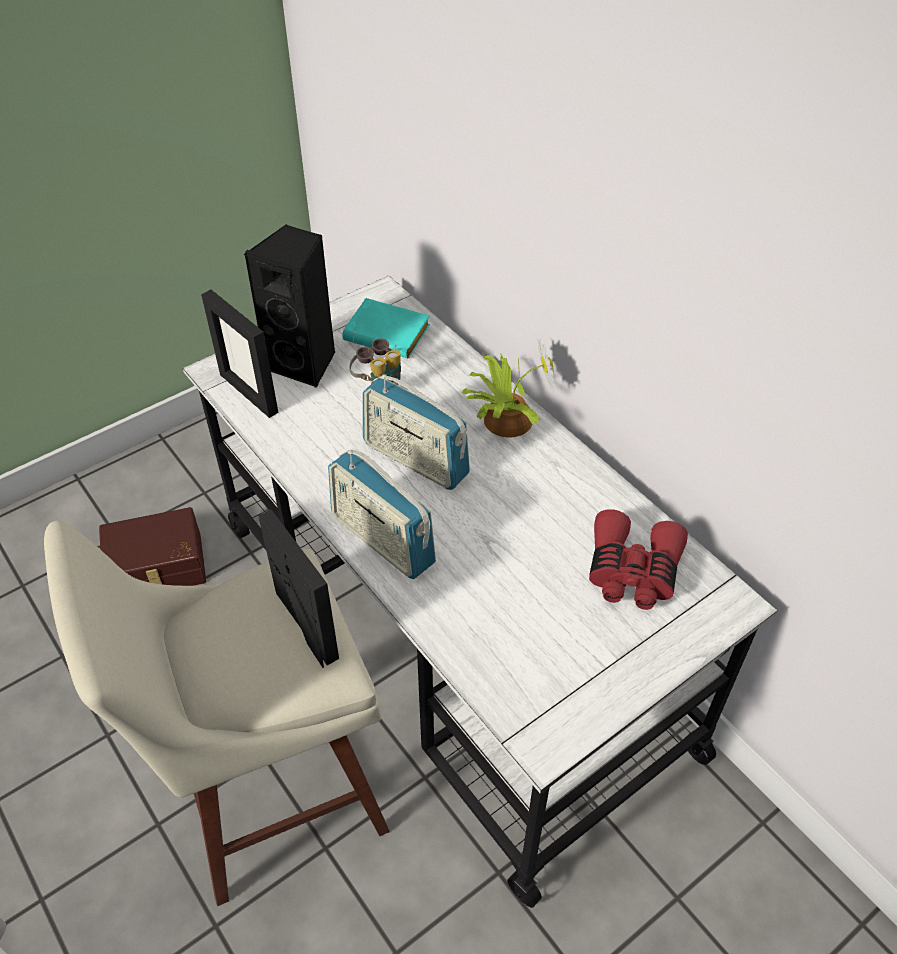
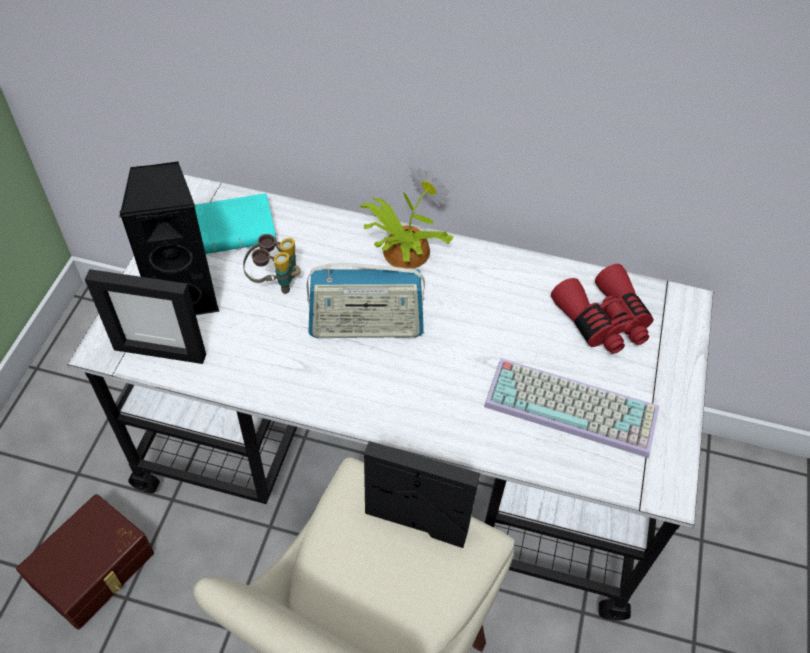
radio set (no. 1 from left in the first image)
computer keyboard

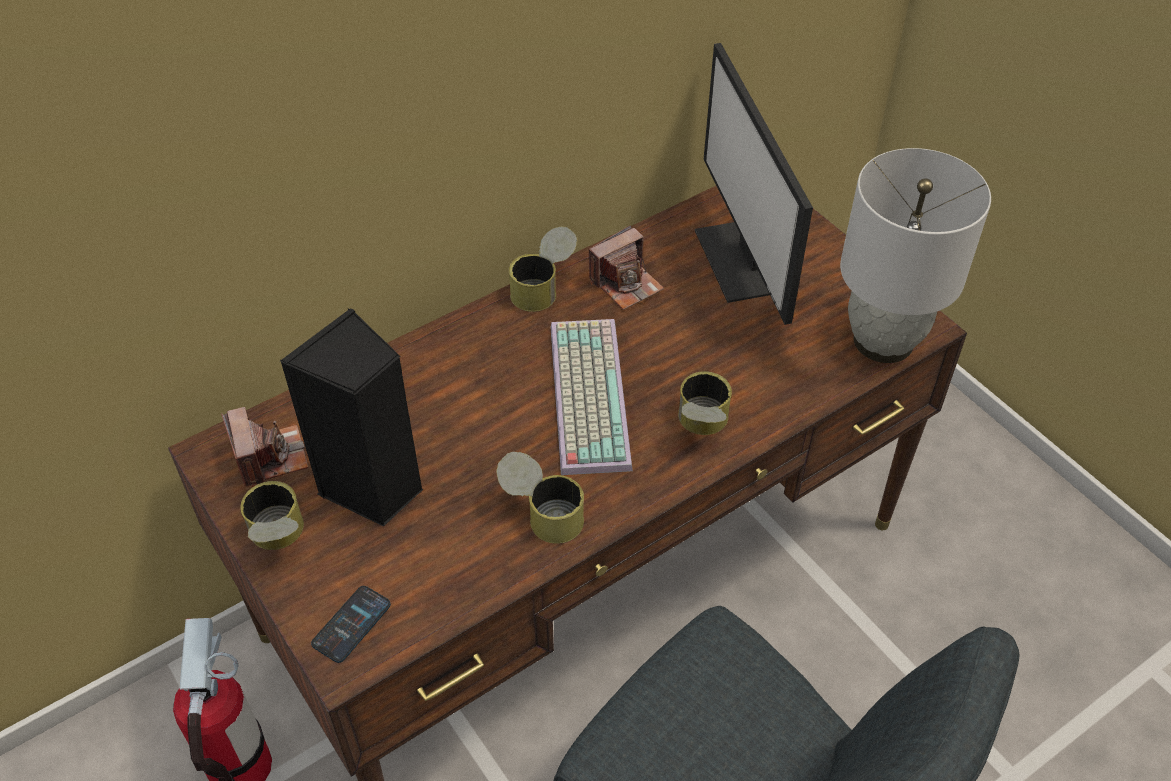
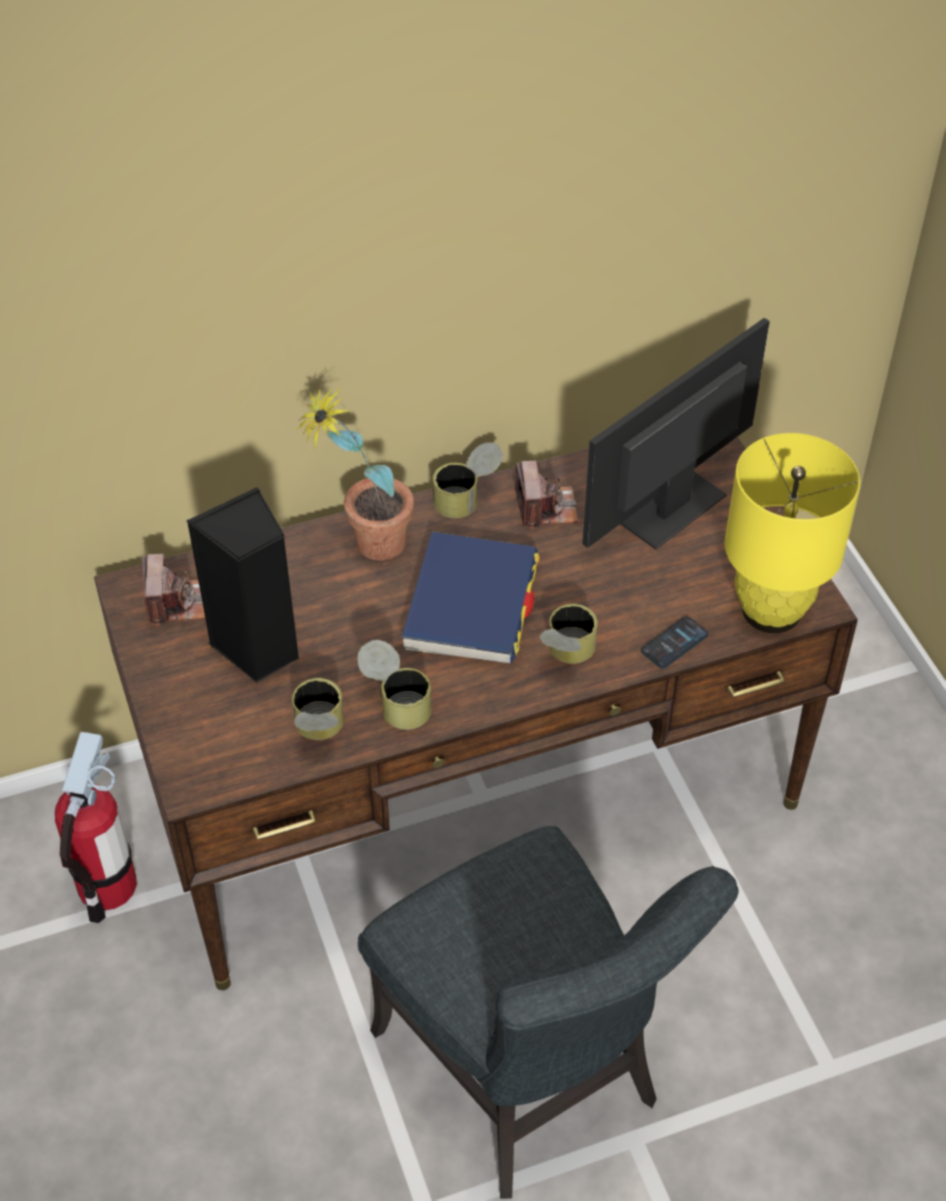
houseplant
sealed can (no. 1 from left)
phone
blue-coloured volume
yellow table lamp
still camera (no. 2 from left)
computer display

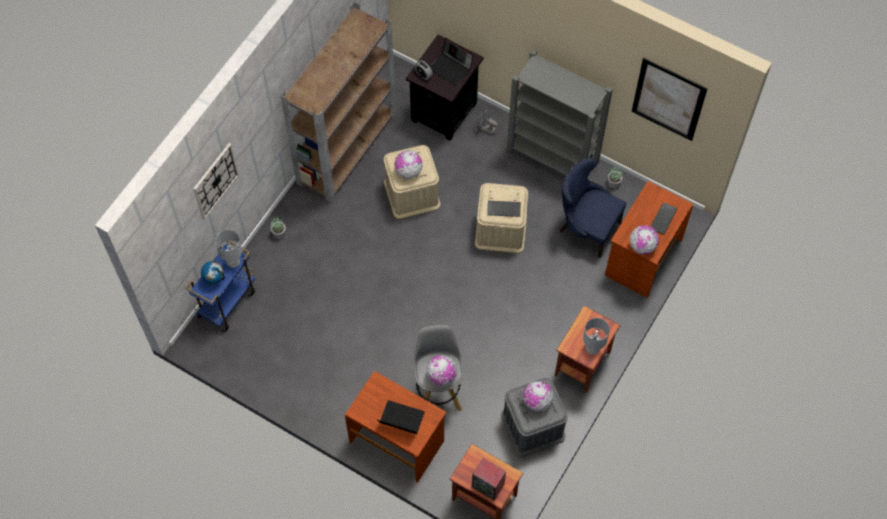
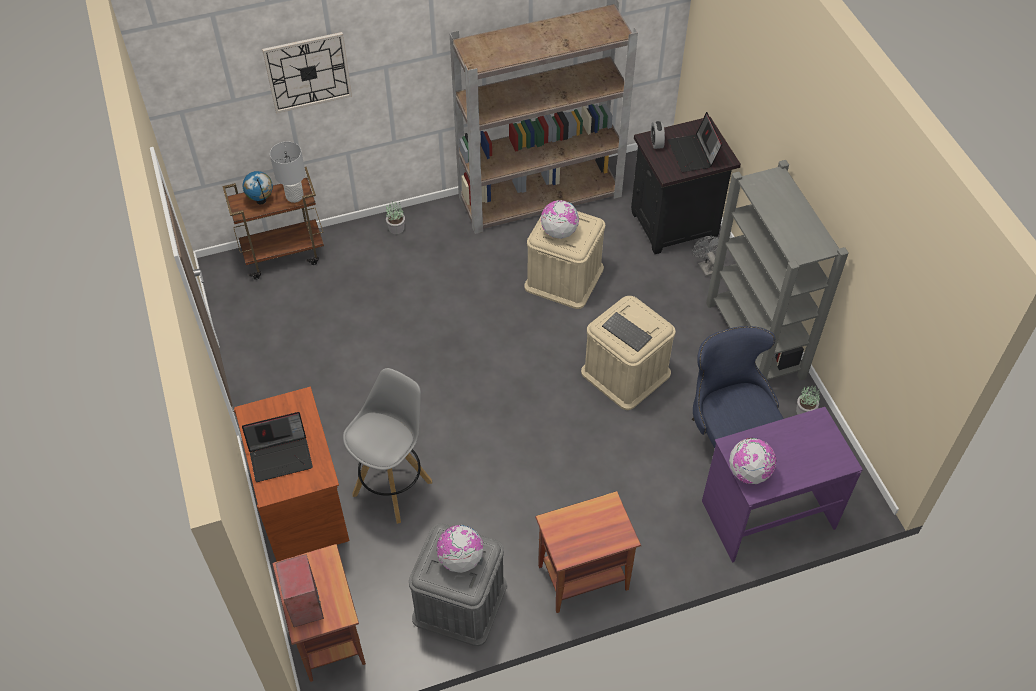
world globe (no. 3 from left in the first image)
gray table lamp (no. 2 from left in the first image)
wall art
computer keyboard (no. 2 from left in the first image)
brown-coloured trolley
purple-coloured desk table
portable computer (no. 1 from left)

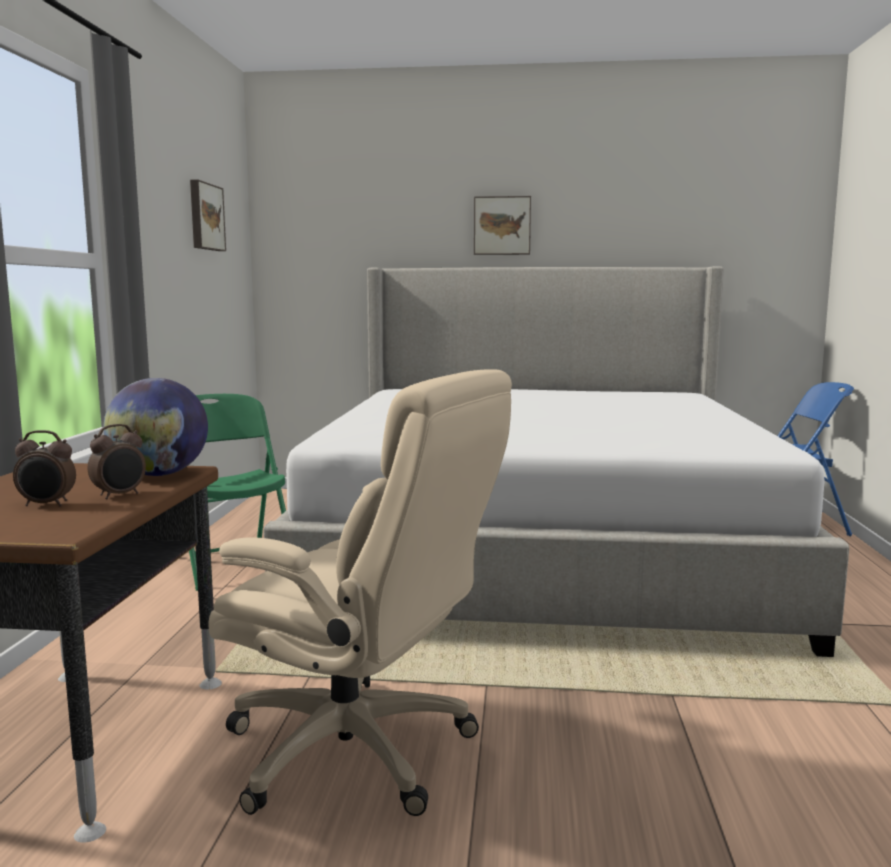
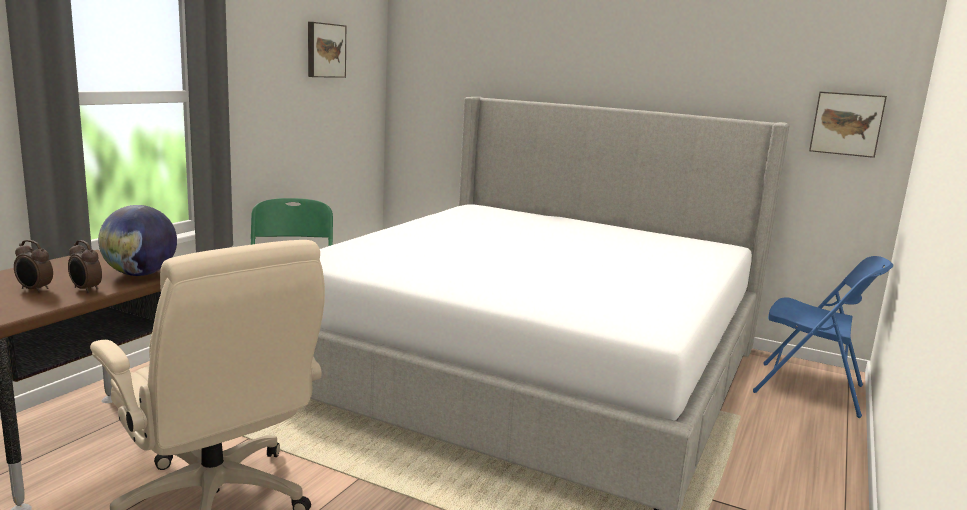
wall art (no. 2 from left)
alarm clock (no. 2 from left)

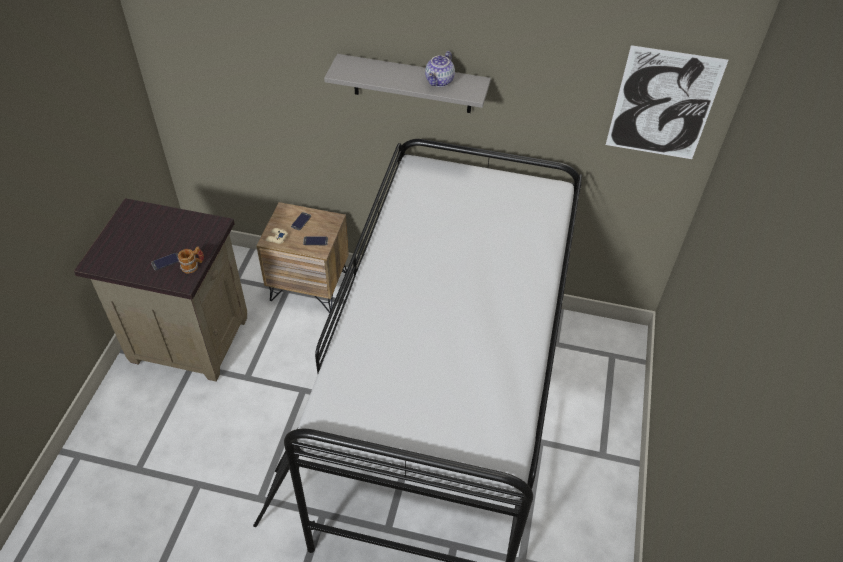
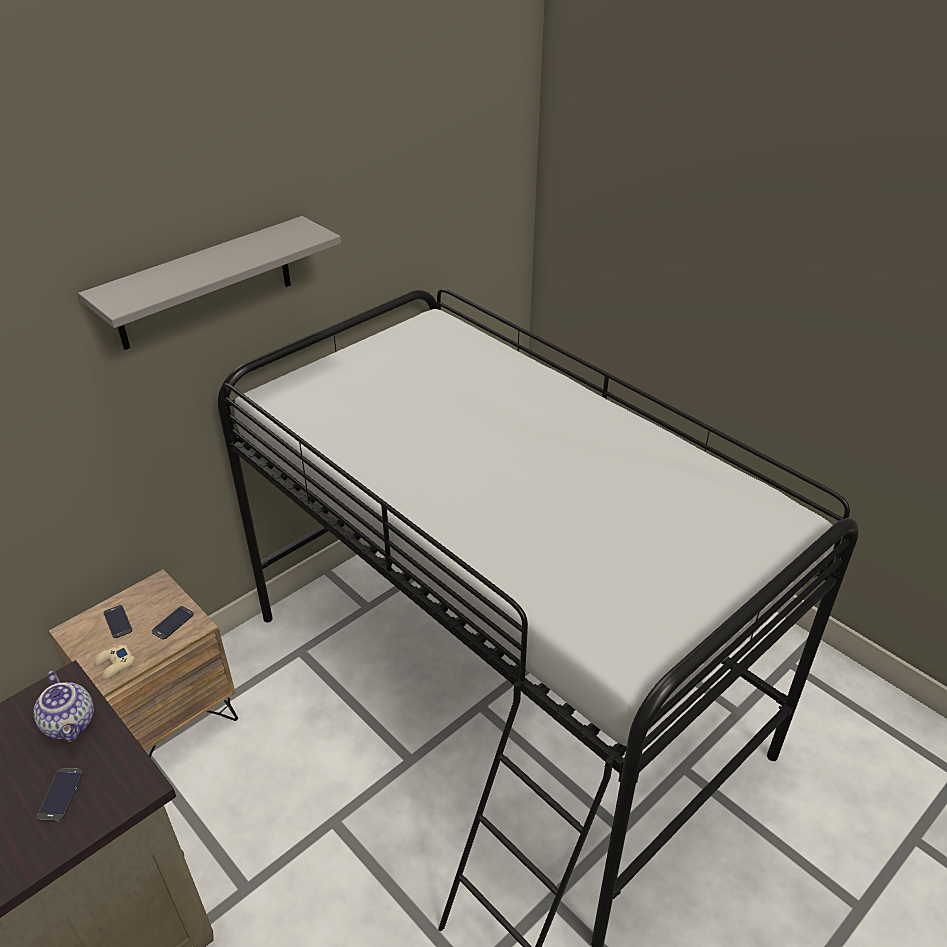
mug
wall art
tea pot

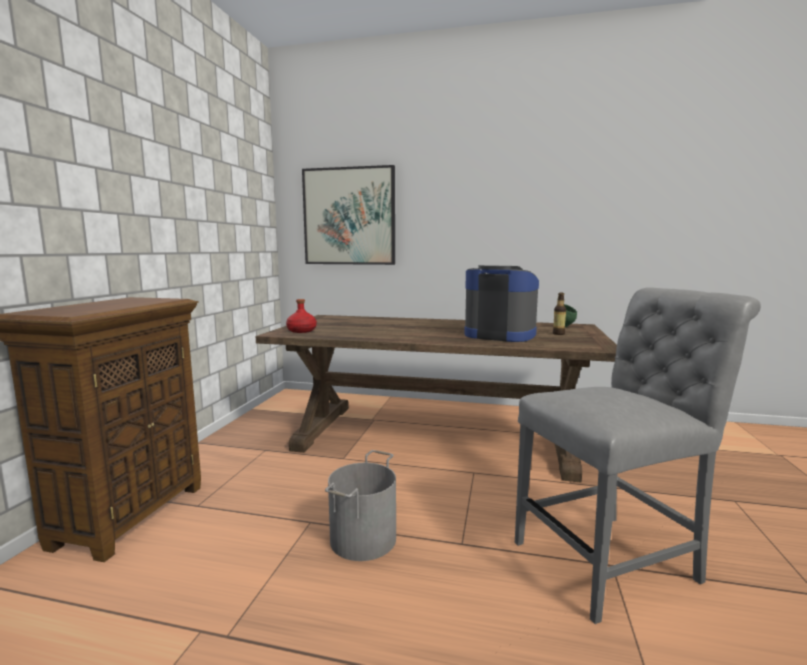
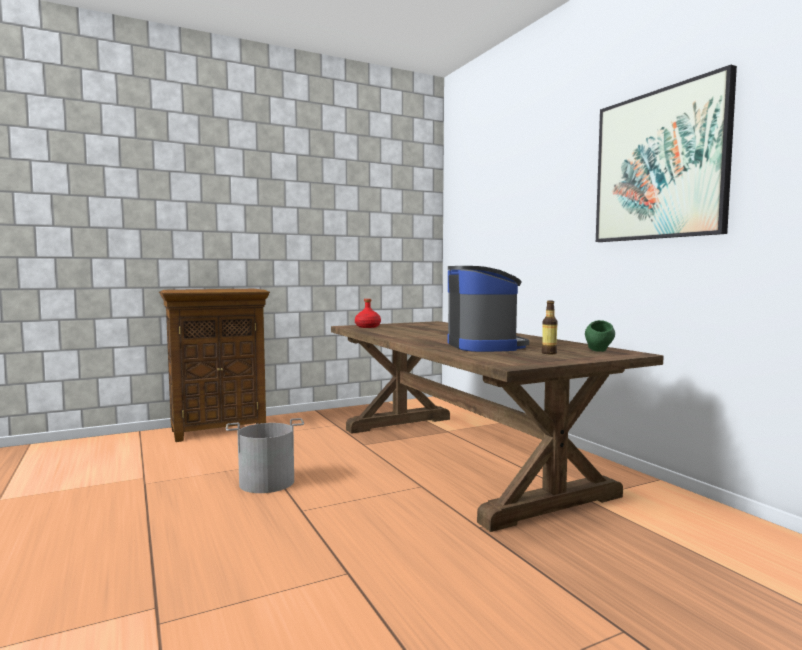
gray chair
wall art

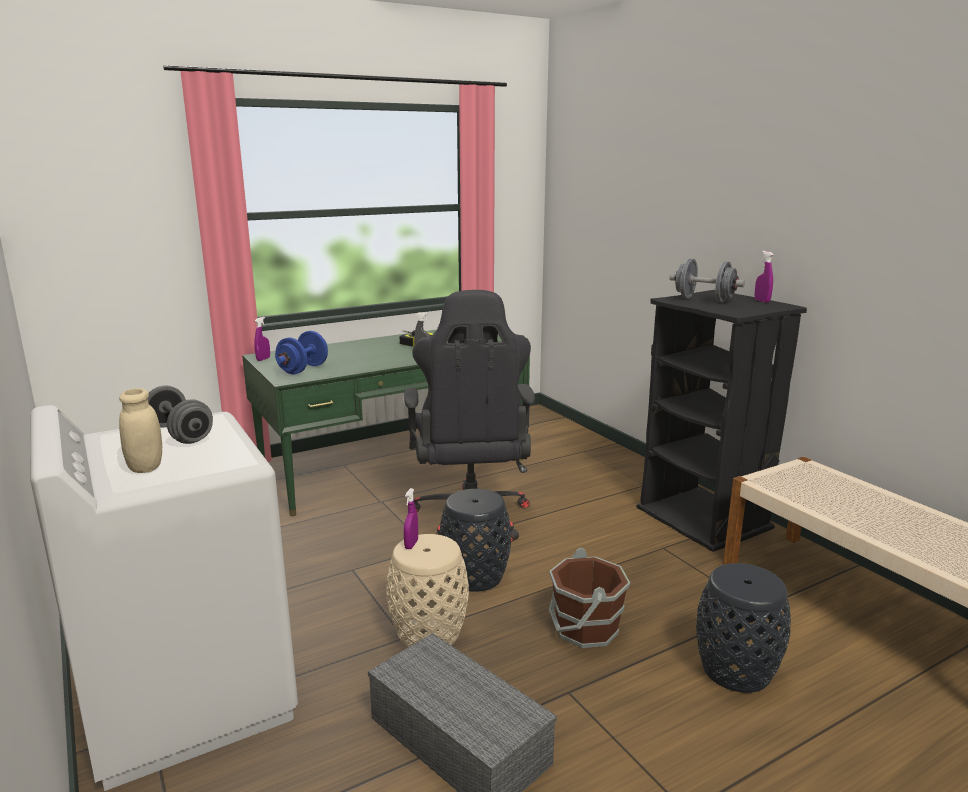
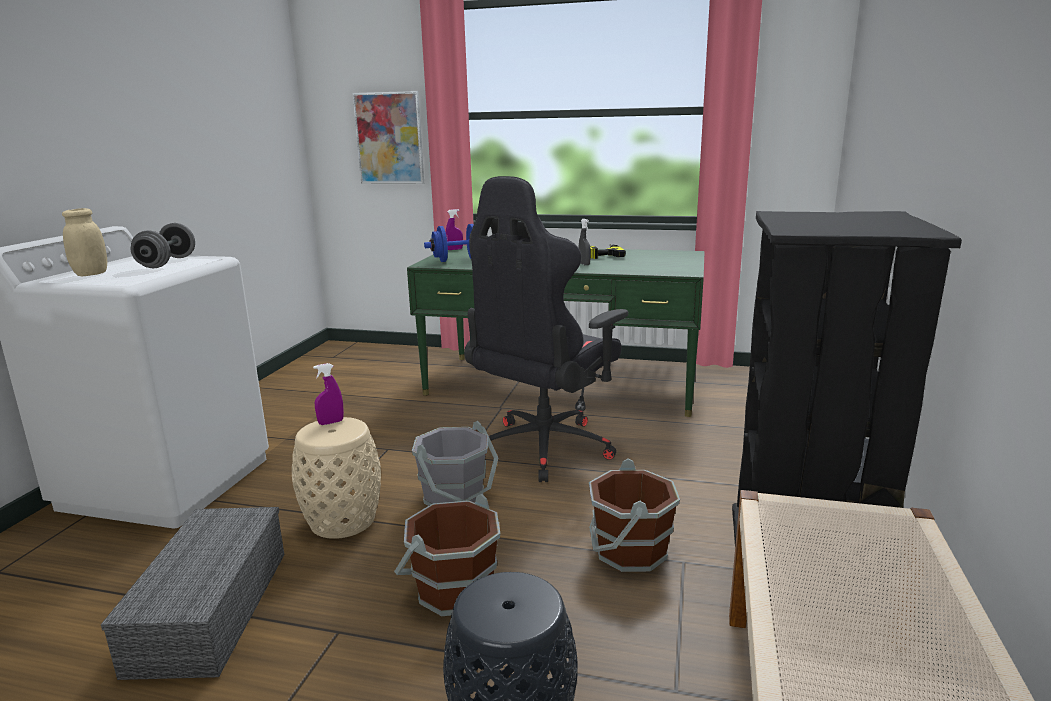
gray free weight (no. 2 from left in the first image)
purple-coloured sprayer (no. 3 from left in the first image)
wall art
brown-coloured pail (no. 2 from left)
gray pail

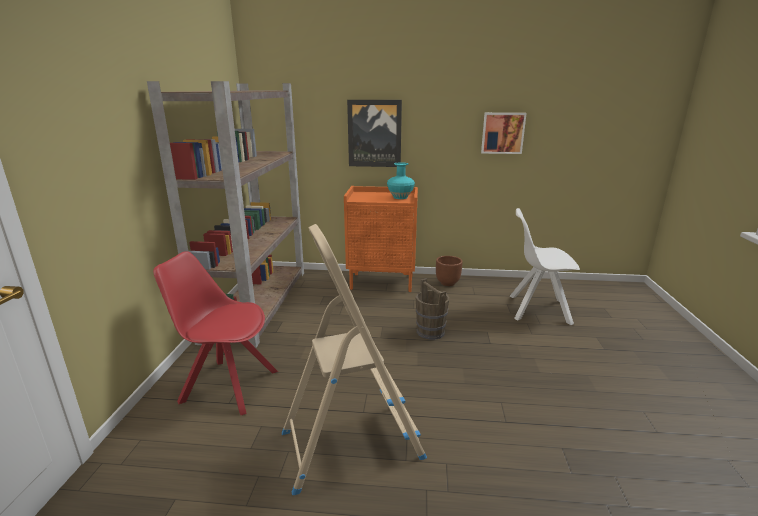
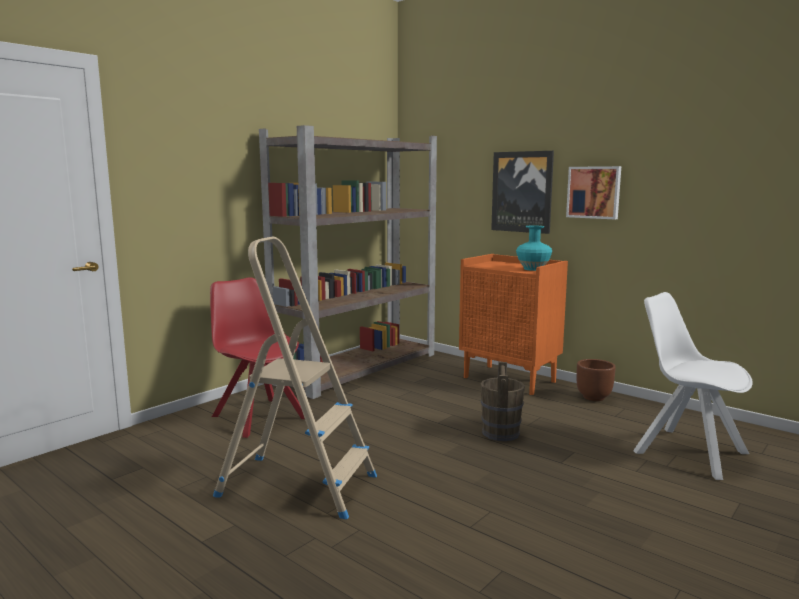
wall art (no. 2 from left)

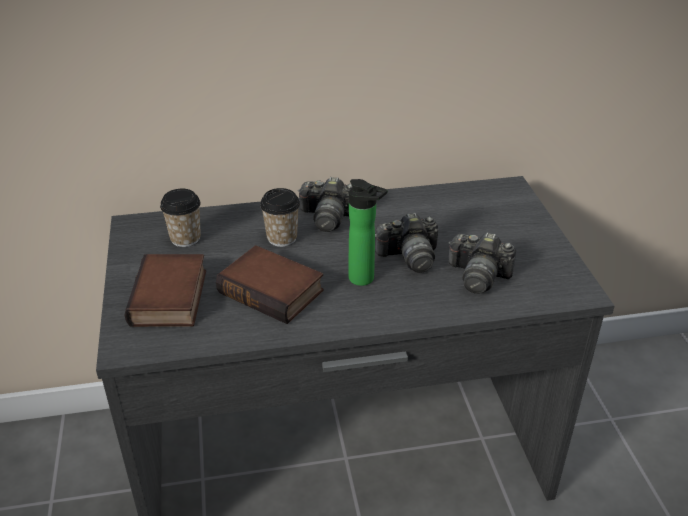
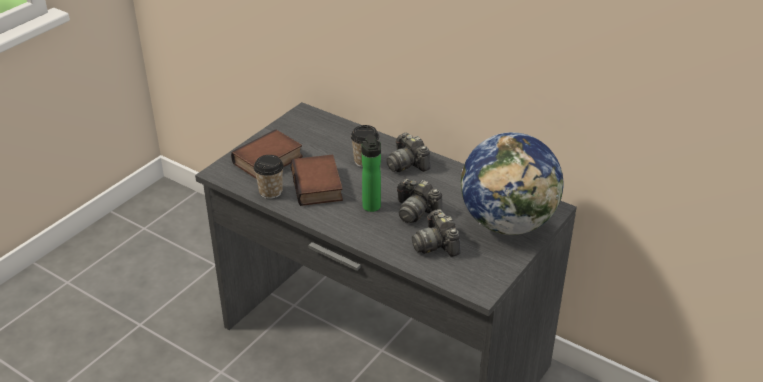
world globe
cup (no. 1 from left)

